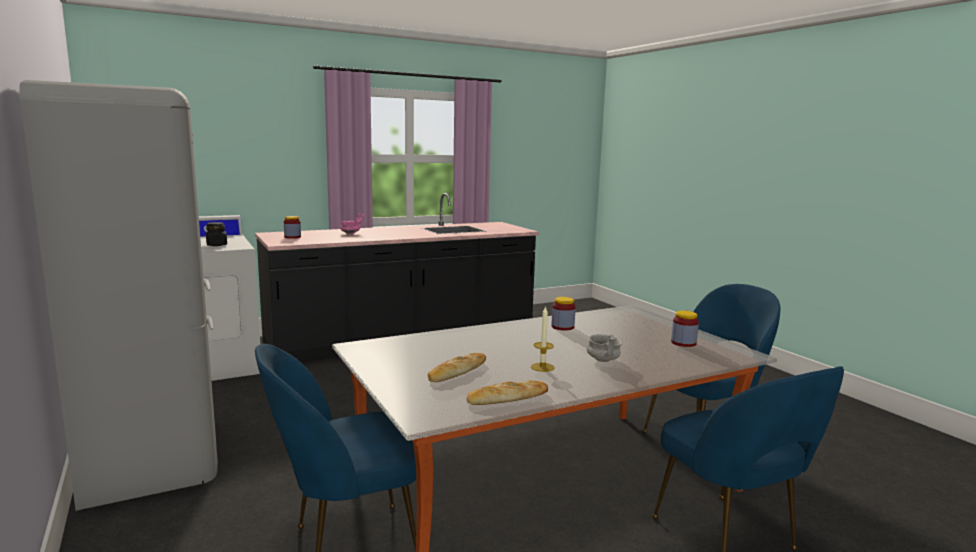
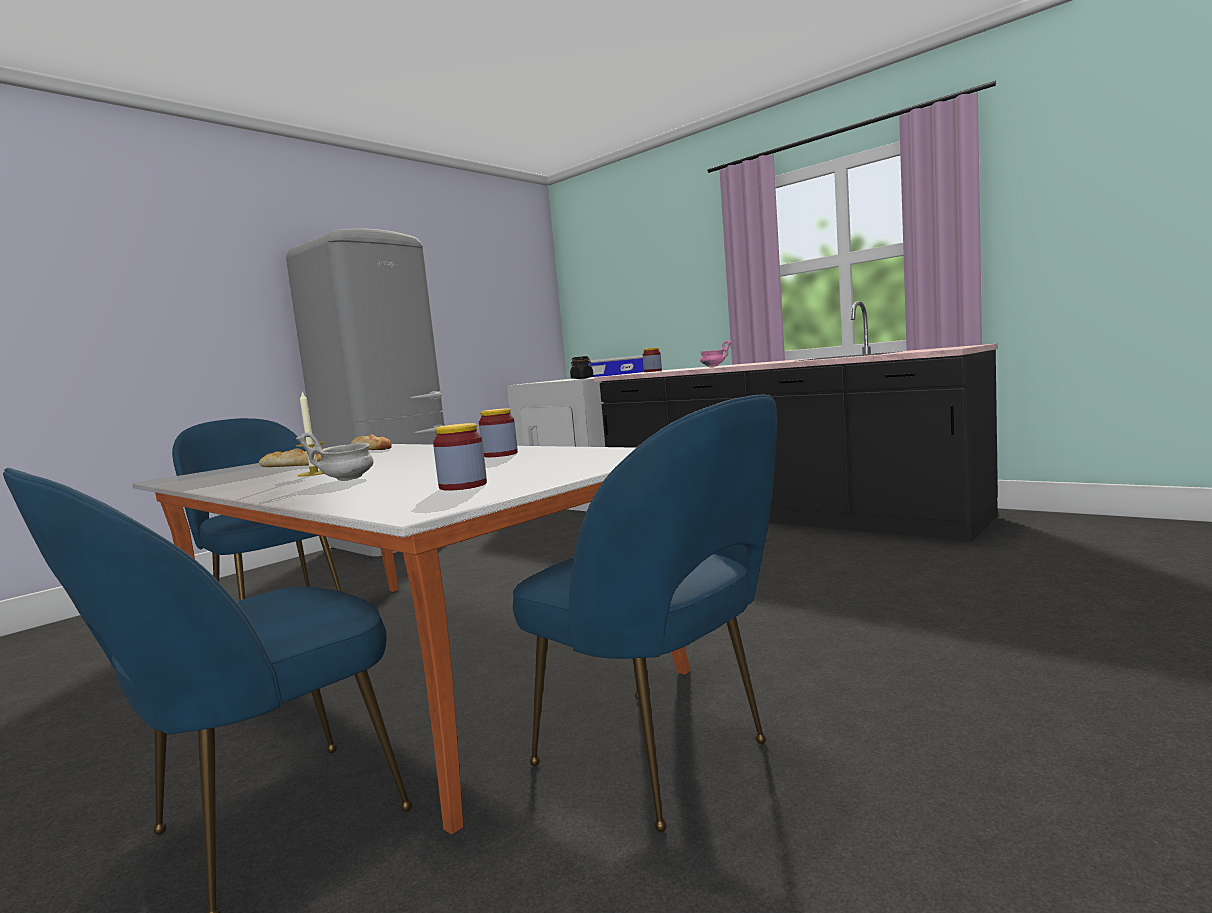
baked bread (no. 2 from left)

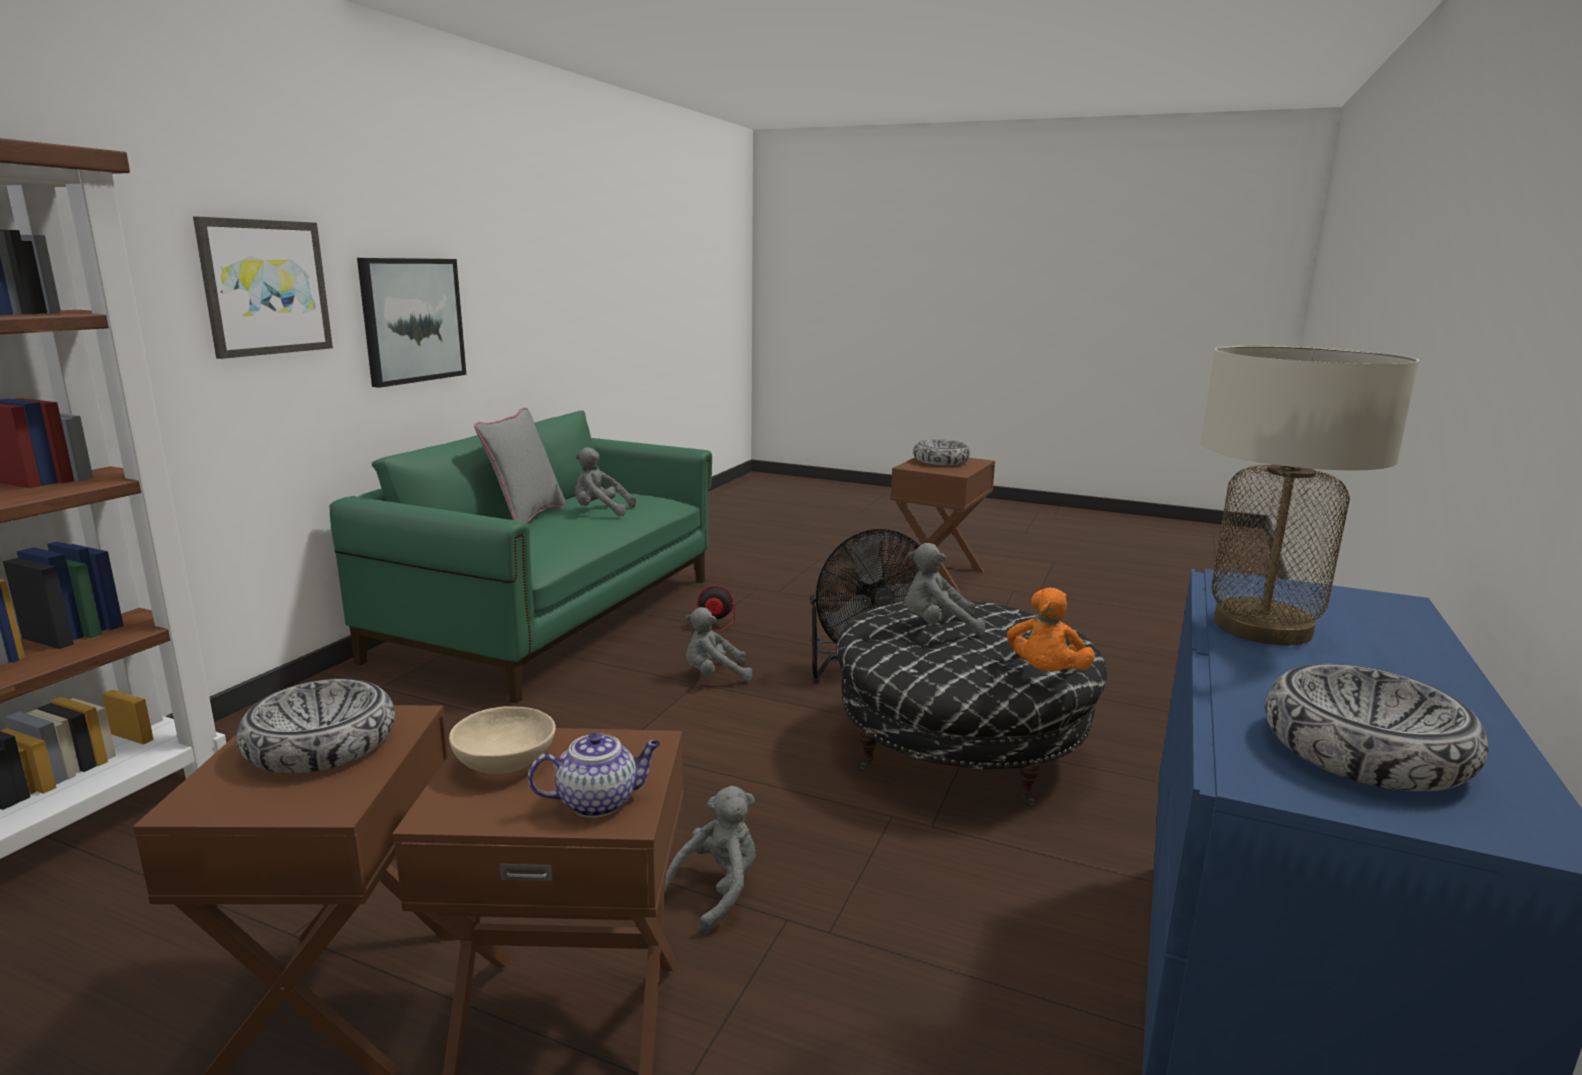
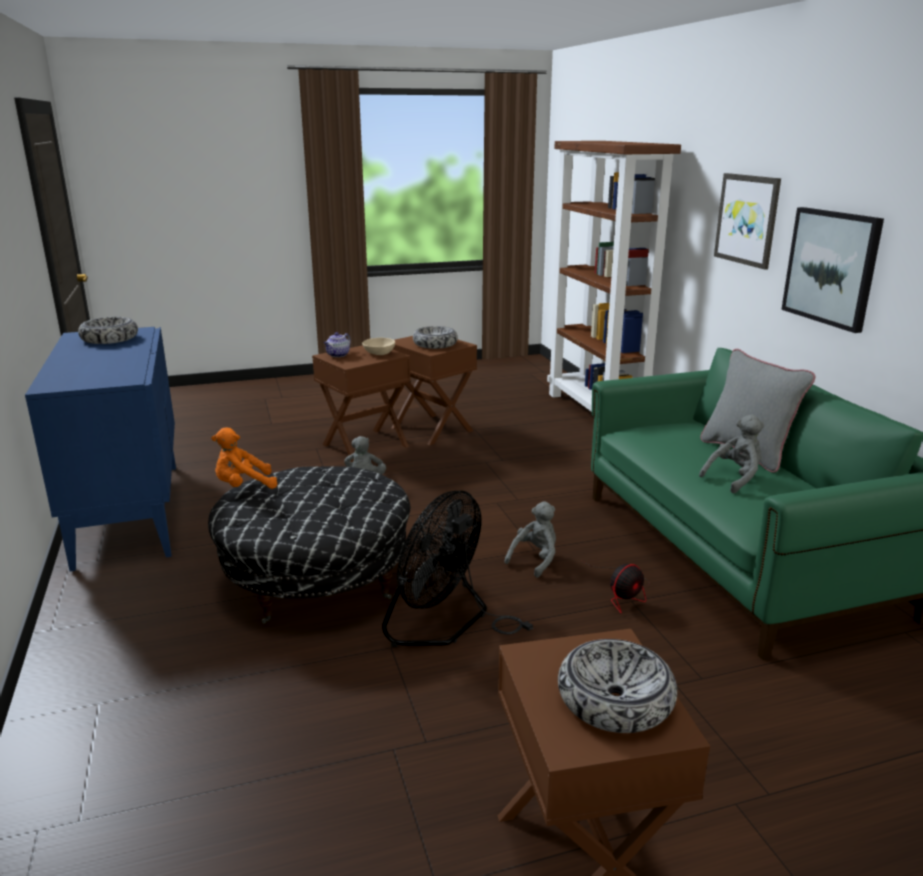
gray plush toy (no. 4 from left in the first image)
table lamp
orangey plush toy

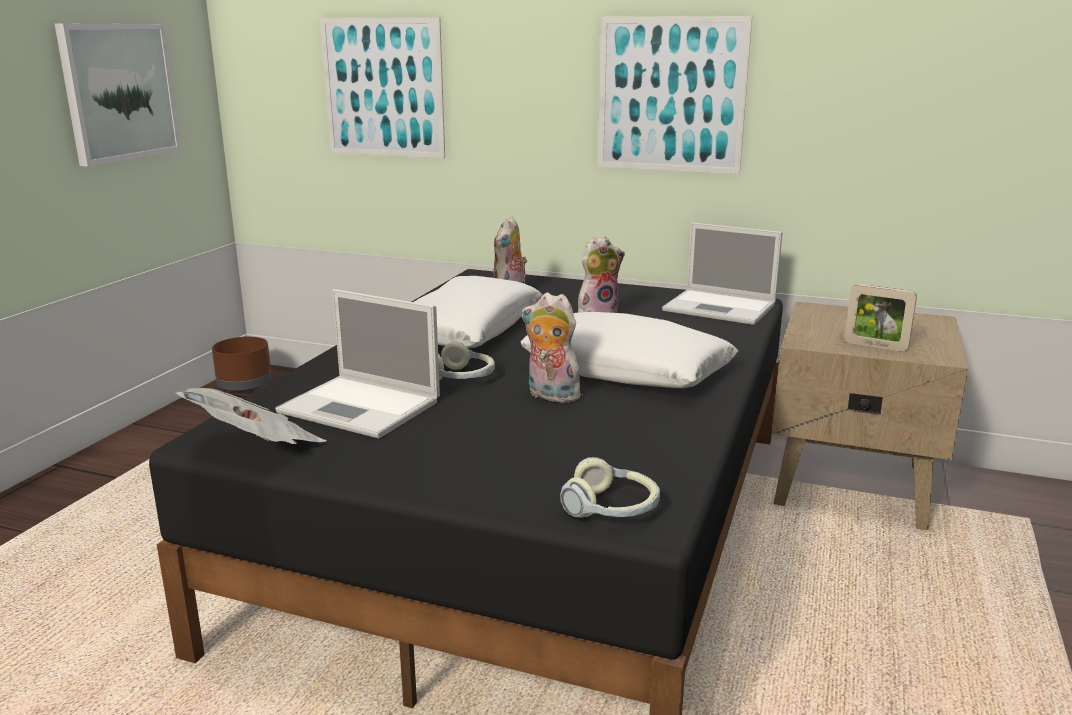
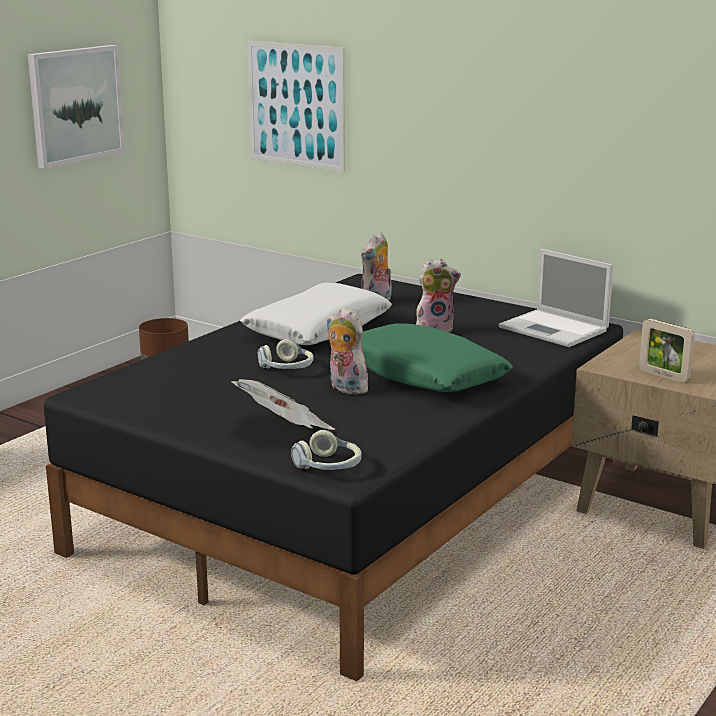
portable computer (no. 1 from left in the first image)
wall art (no. 3 from left in the first image)
newspaper
green-coloured cushion

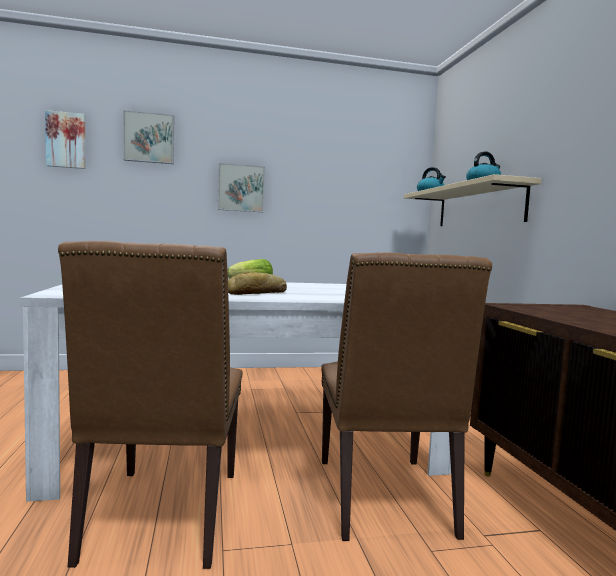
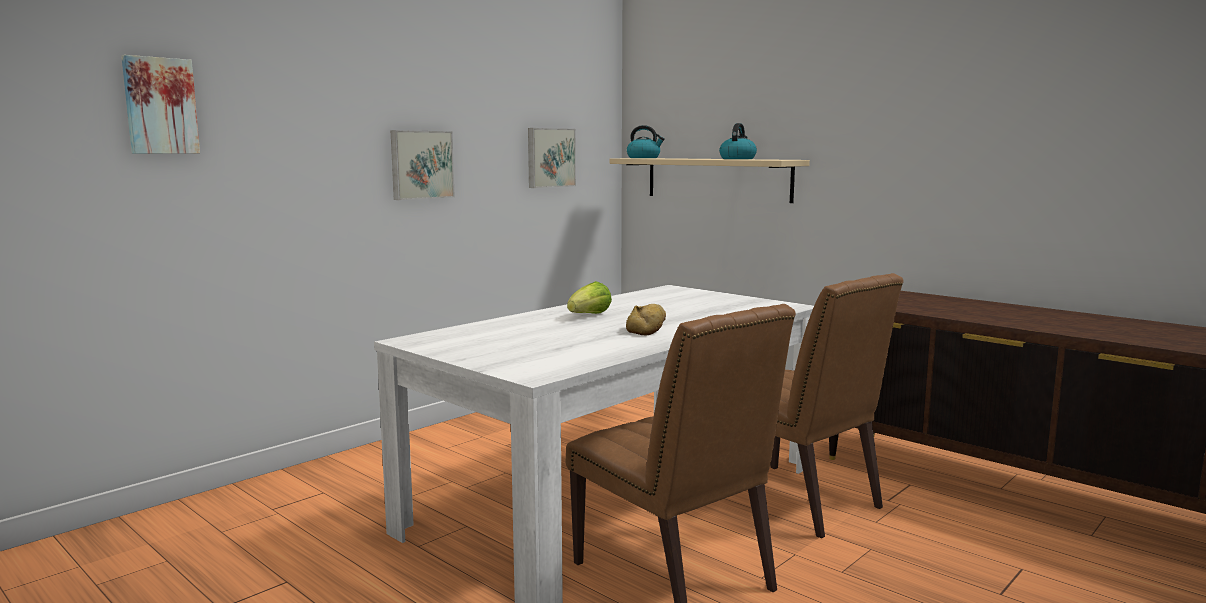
wall art (no. 3 from left)

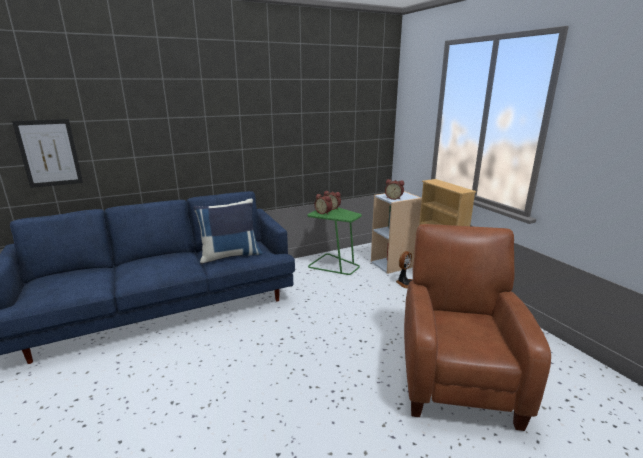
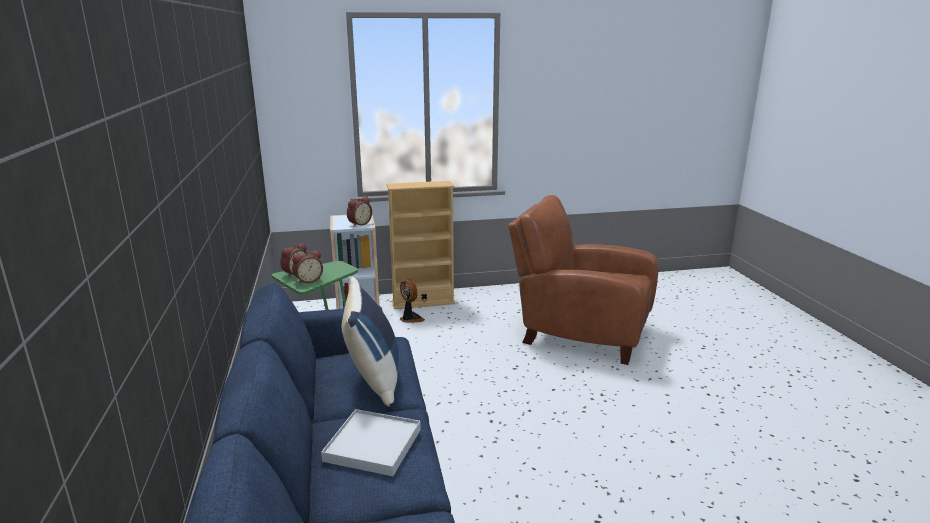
wall art
white-coloured carrying tray

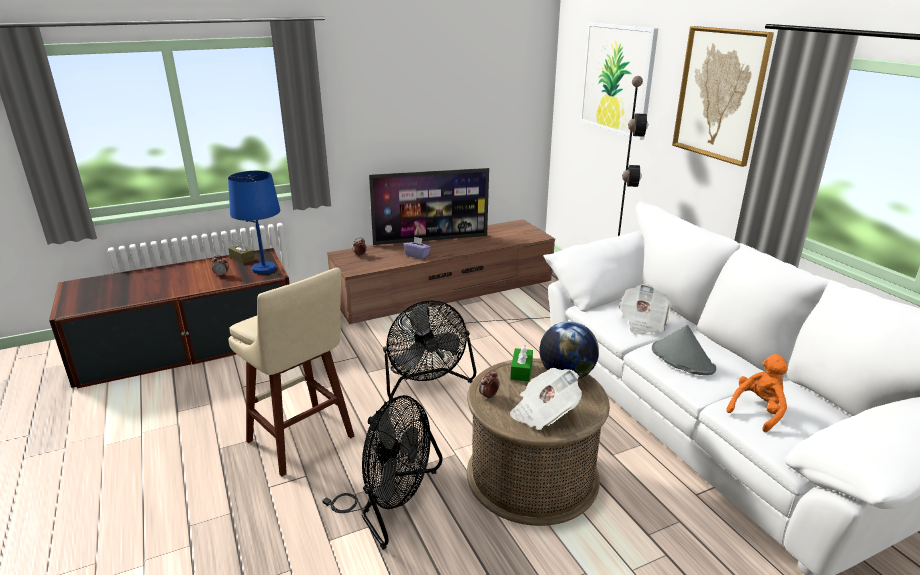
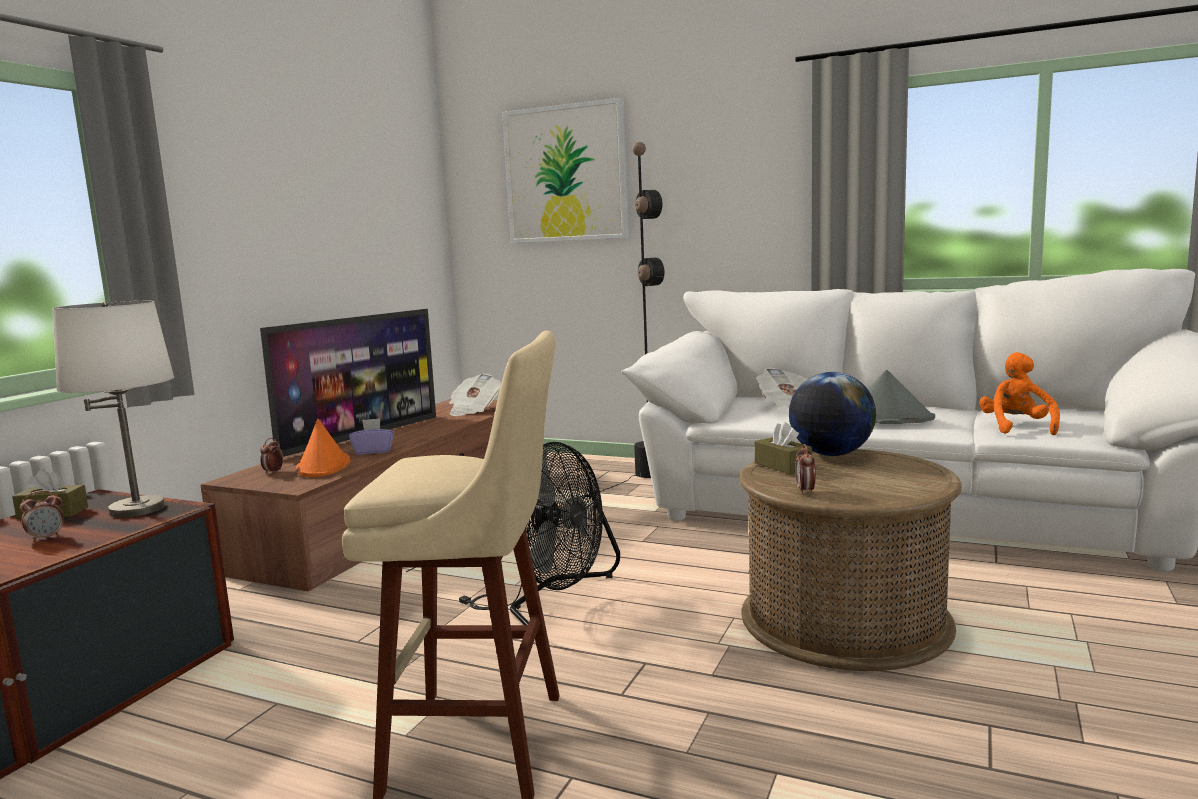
blackish electric fan (no. 1 from left in the first image)
wall art (no. 2 from left in the first image)
orangey wearable hat
newspaper (no. 1 from left)
white-coloured table lamp
brown-coloured tissue box (no. 2 from left)

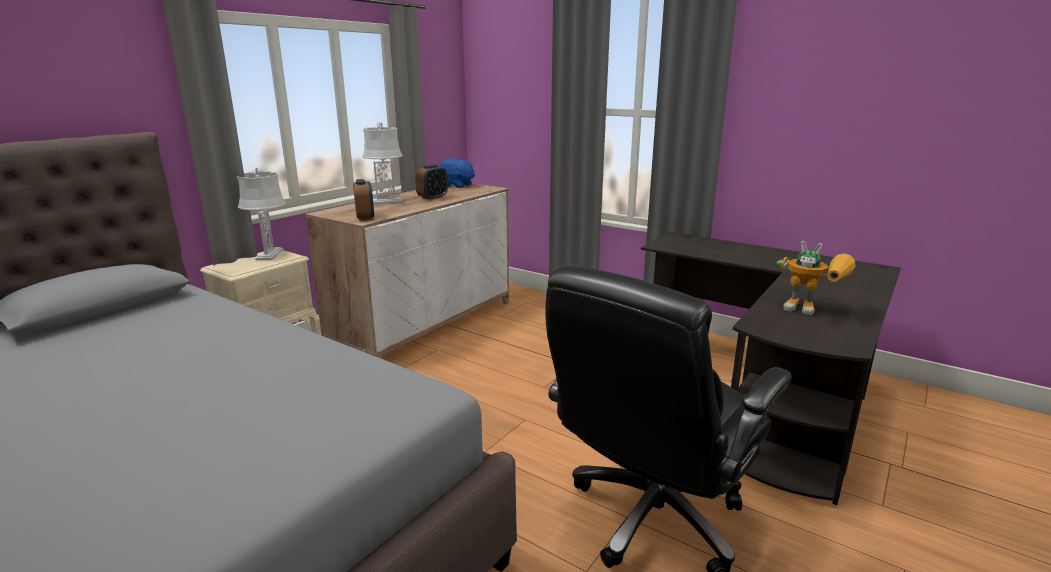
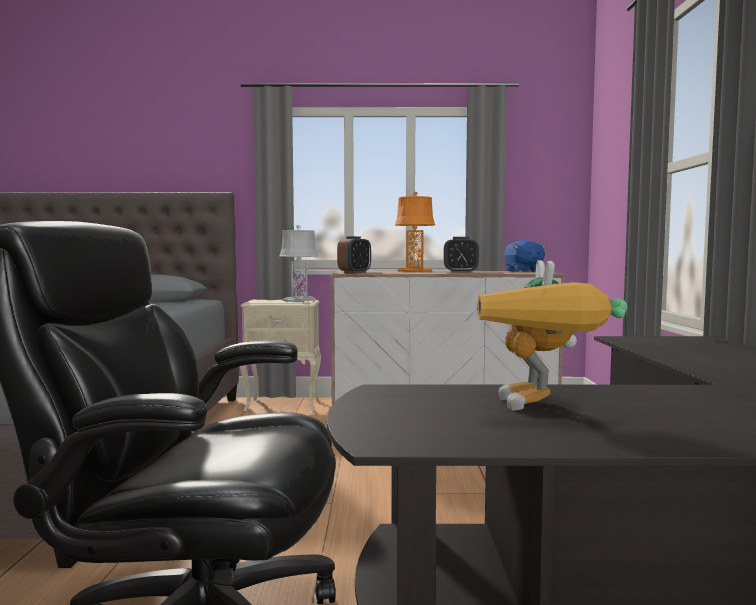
orangey table lamp

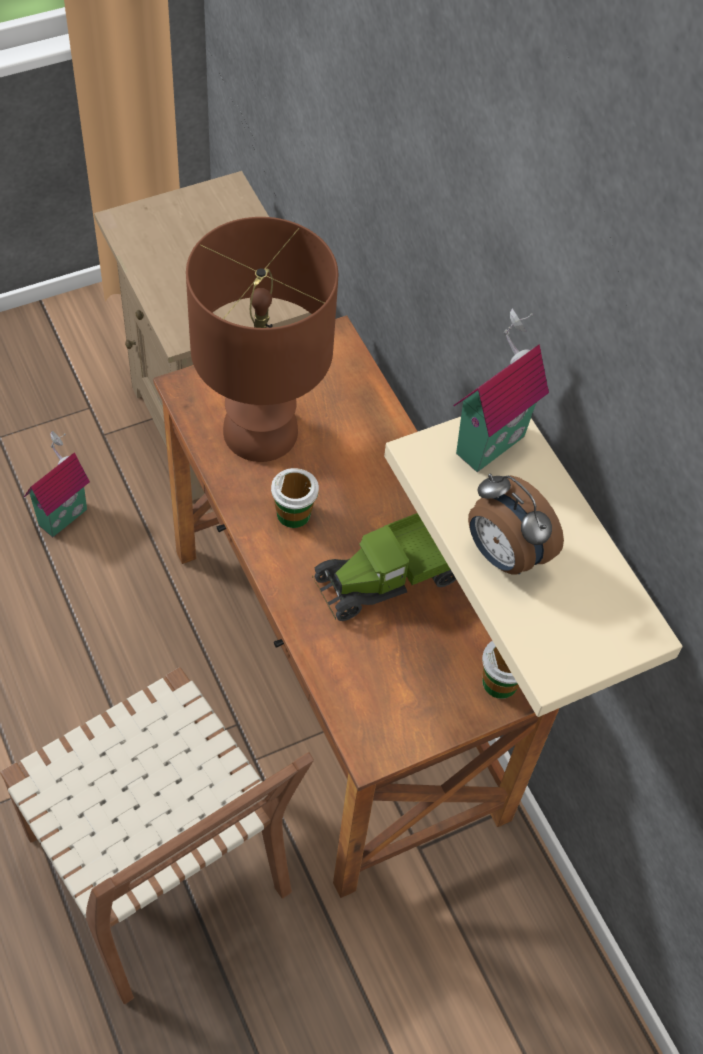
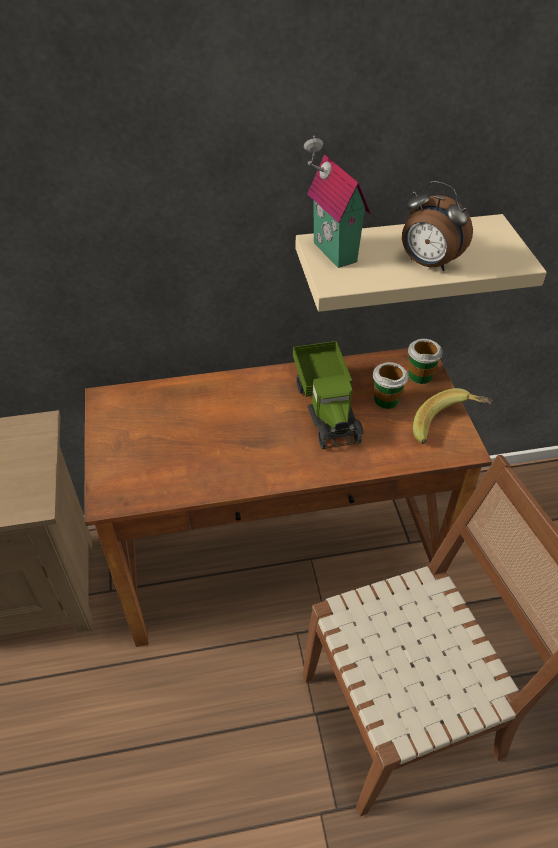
toy house (no. 1 from left in the first image)
brown-coloured table lamp
banana
cup (no. 1 from left)
alarm clock

